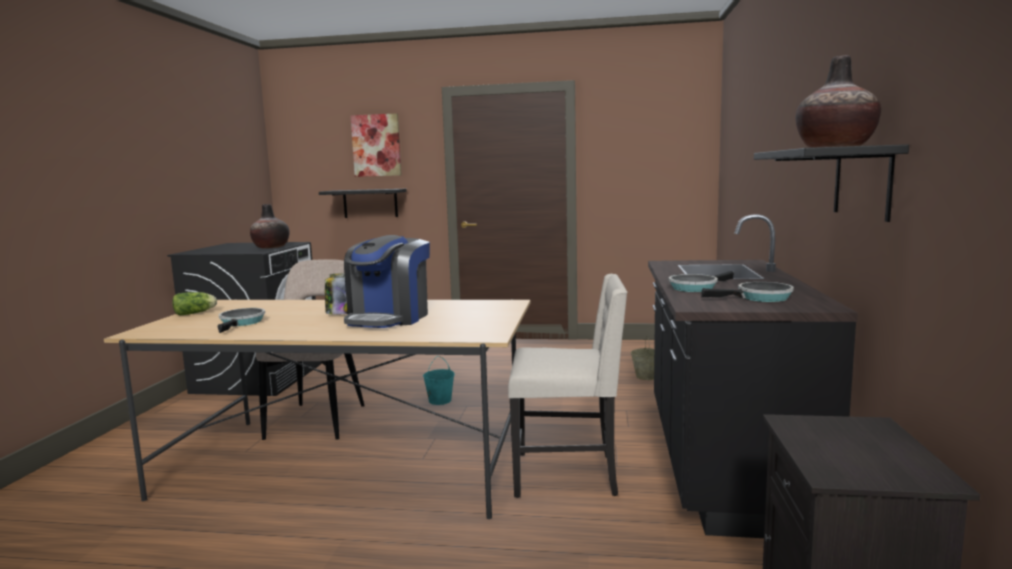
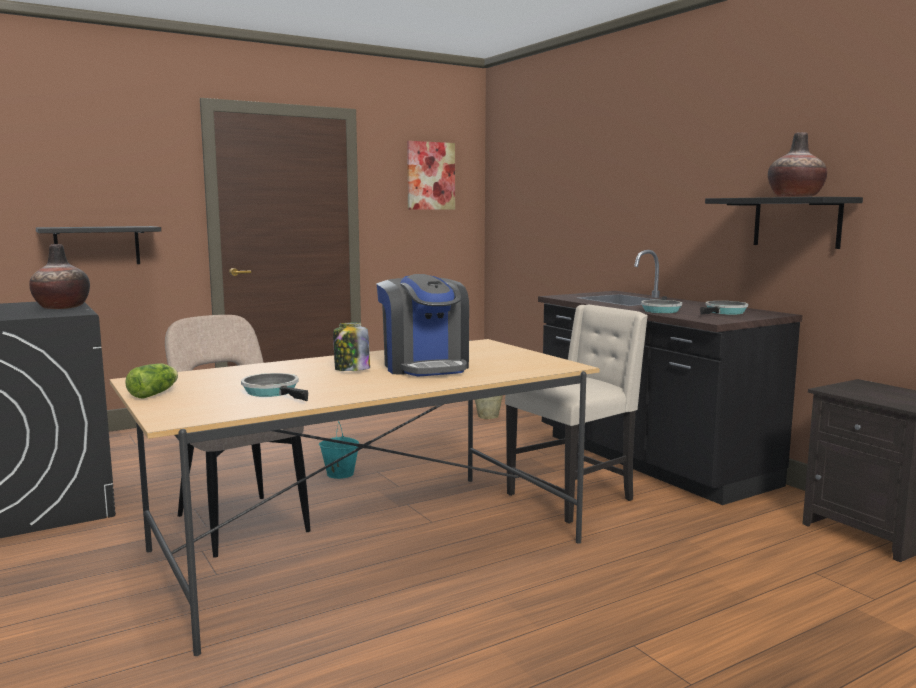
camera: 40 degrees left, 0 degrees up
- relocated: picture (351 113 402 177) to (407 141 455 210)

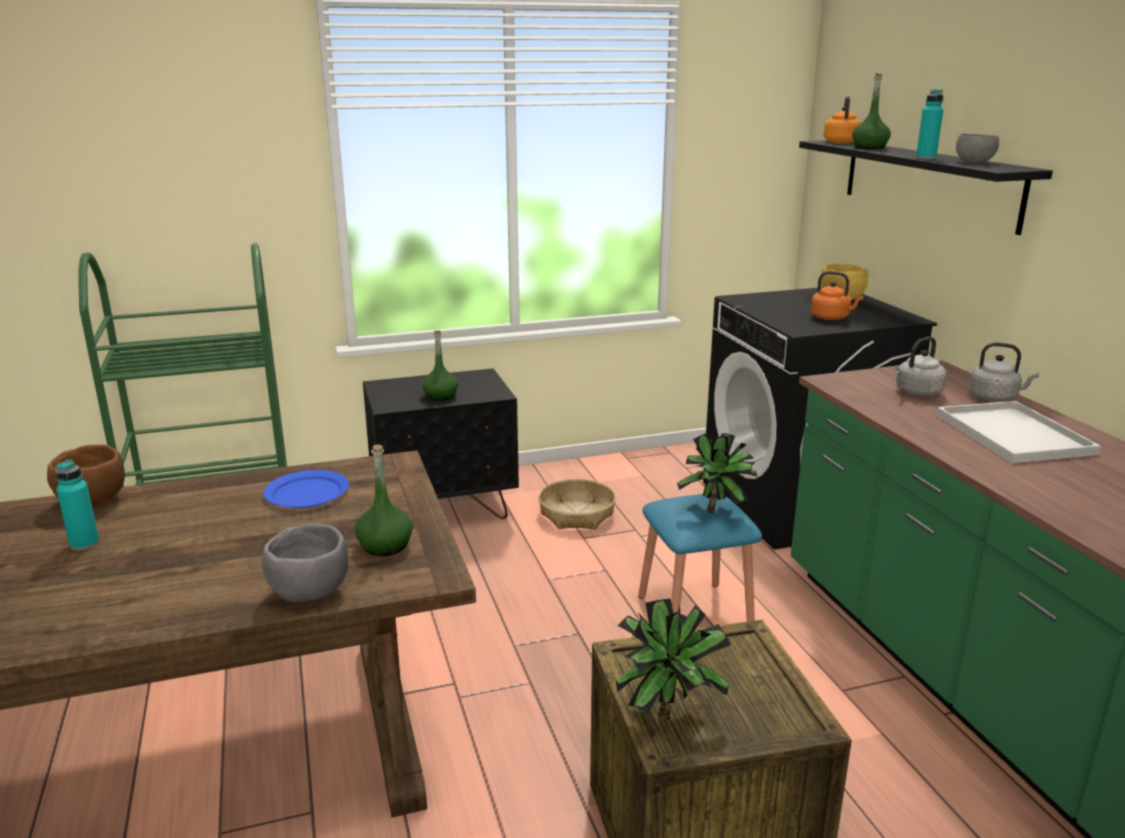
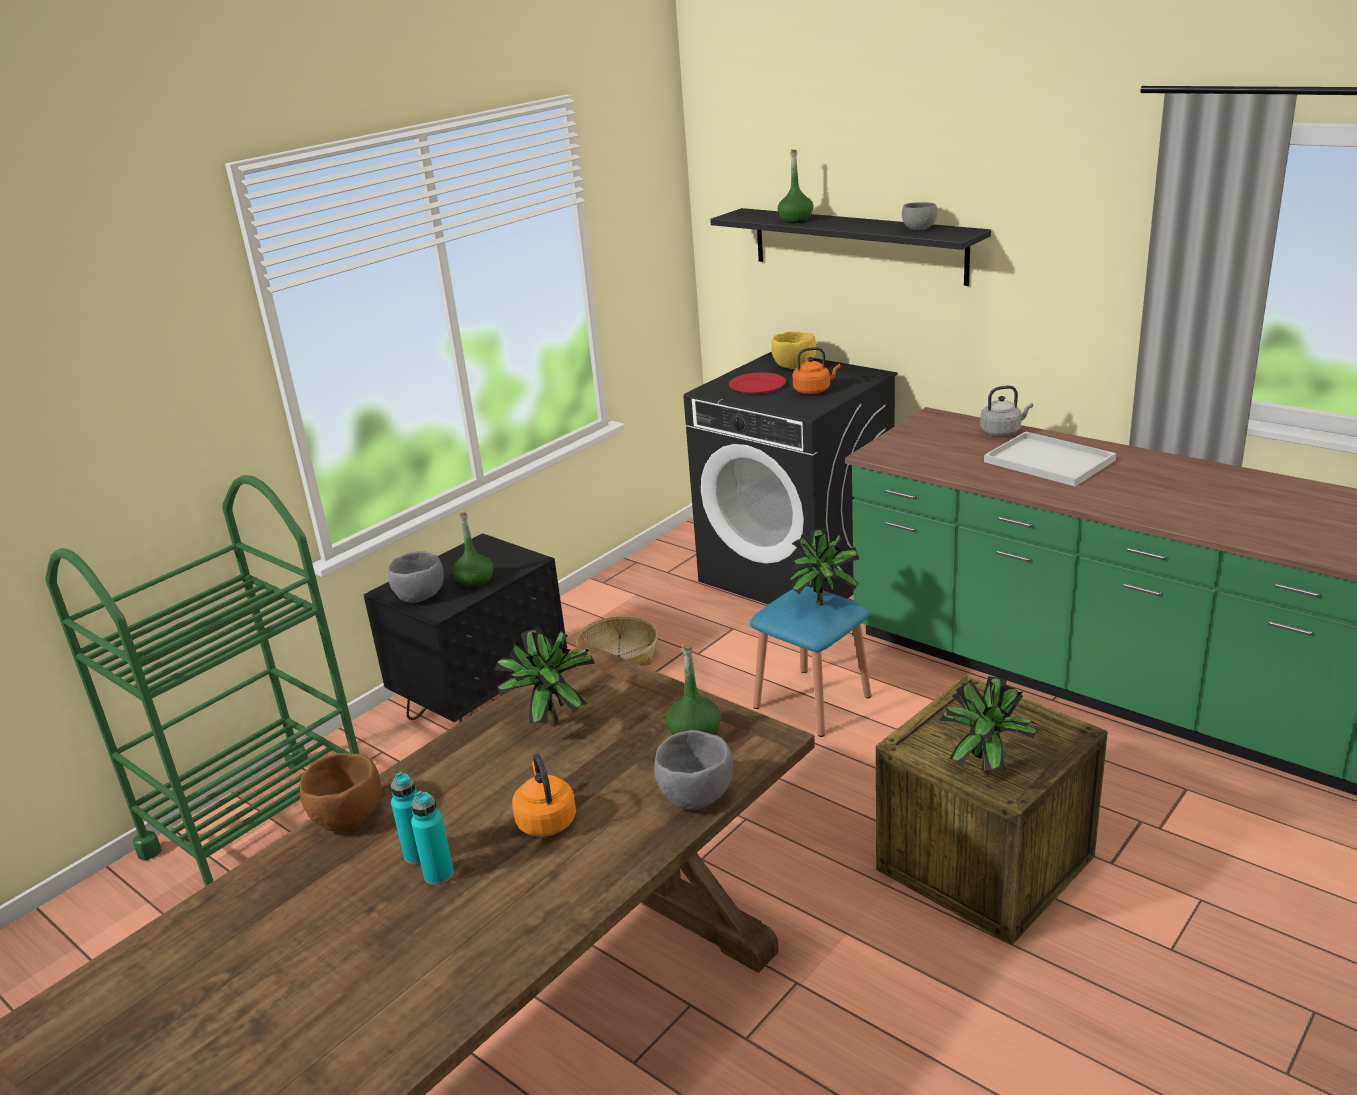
camera: 30 degrees left, 5 degrees up
- appeared: grey bowl (388 551 444 603)
- relocated: turquoise bottle (916 89 944 159) to (411 791 454 885)
- exchanged: blue plate (263 470 349 508) to potted plant (494 627 595 726)
- relocated: orange kettle (823 96 861 144) to (512 754 576 836)
- appeared: red plate (729 373 786 394)
- missing: grey kettle (895 337 947 396)

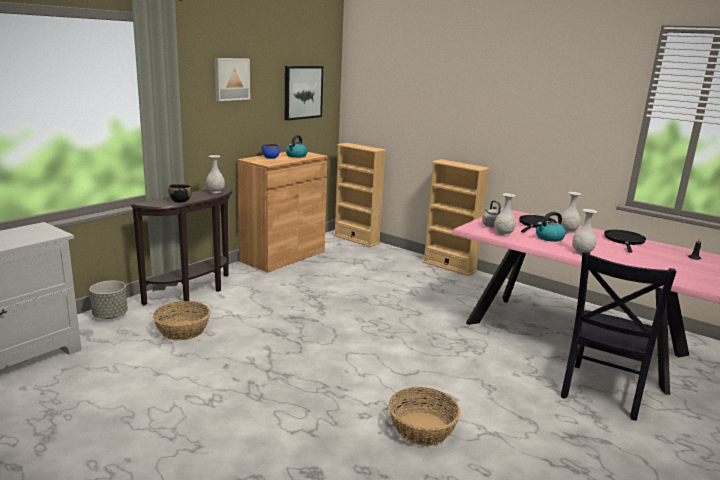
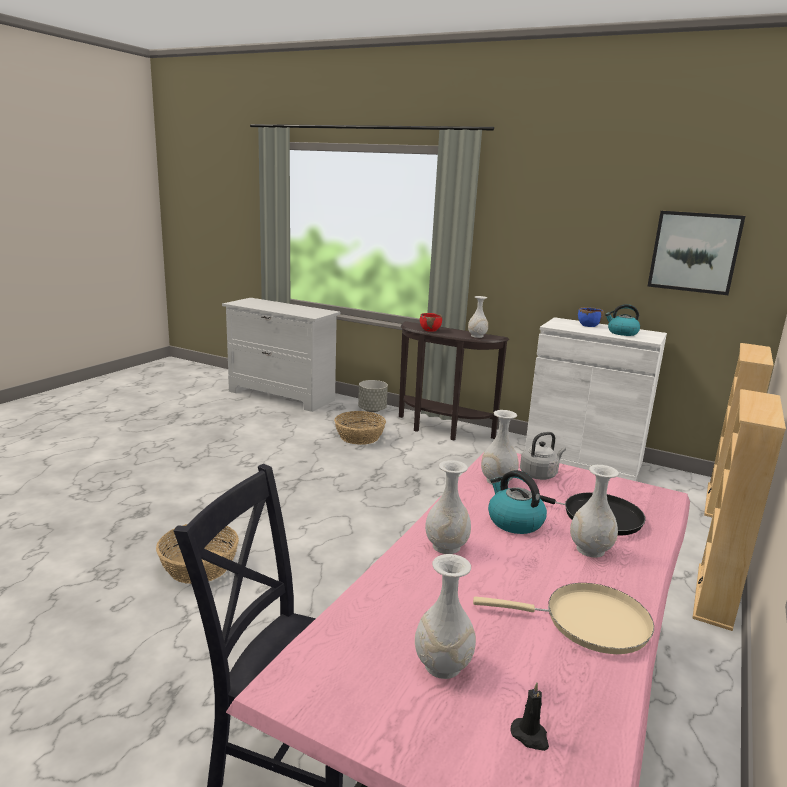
camera: 80 degrees right, 0 degrees up
- appeared: white vase (415 554 476 679)
- colour: black bowl (168 184 192 203) to red bowl (420 313 442 332)
- colour: black frying pan (604 229 646 253) to beige frying pan (473 583 654 654)
- colour: brown cabinet (237 152 328 272) to white cabinet (525 317 667 481)
- missing: picture (215 58 250 101)

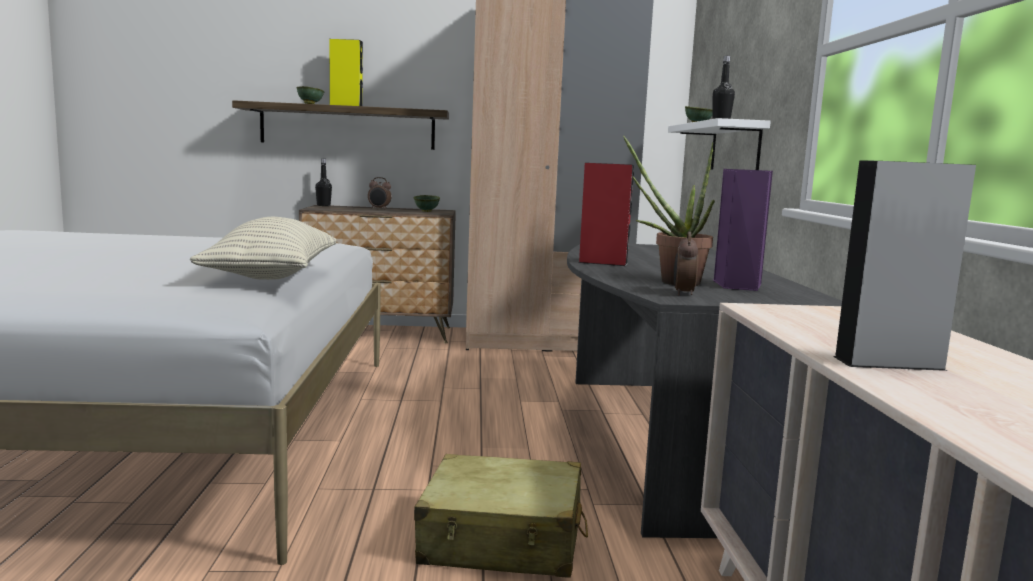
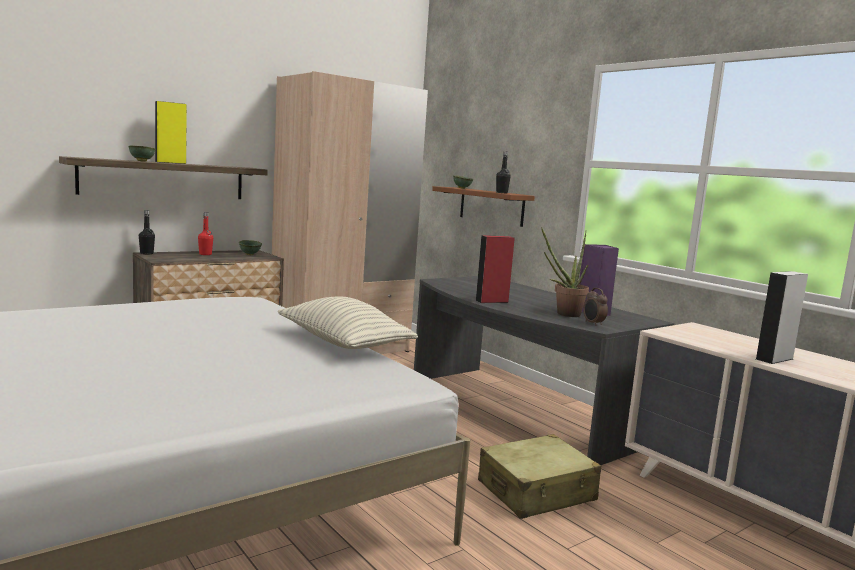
camera: 35 degrees left, 0 degrees up
- exchanged: alarm clock (368 177 392 209) to red bottle (198 212 213 255)
- colour: white shelf (668 118 771 170) to brown shelf (432 186 535 227)

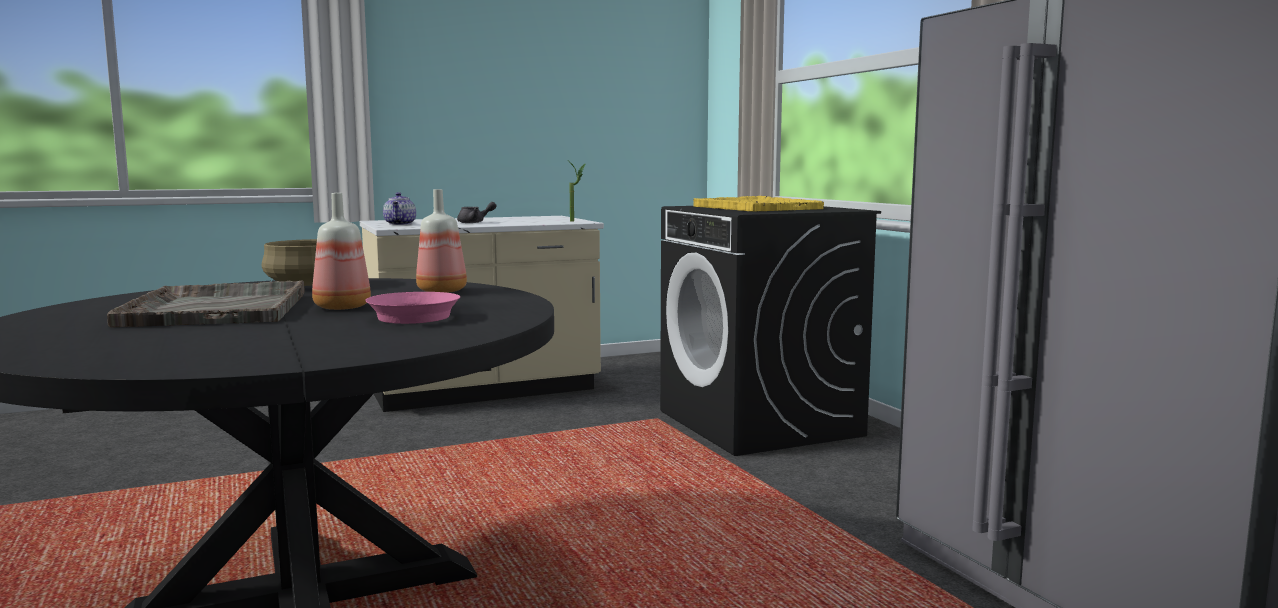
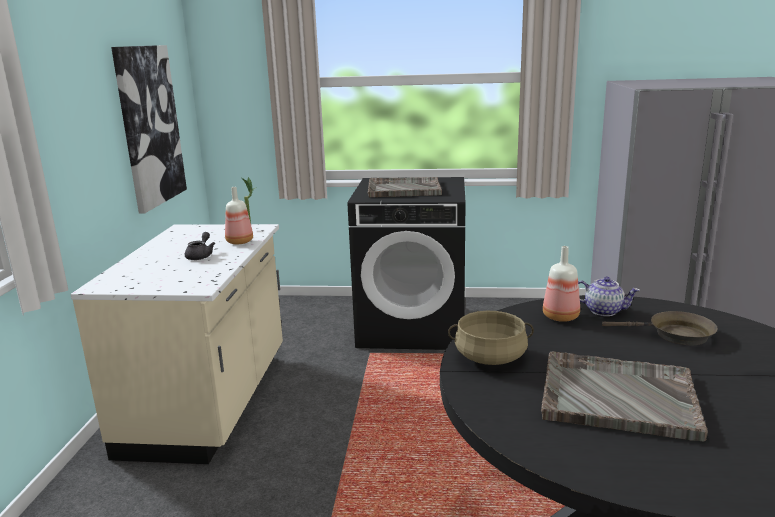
camera: 60 degrees left, 10 degrees up
- appeared: picture (111 45 187 214)
- relocated: bottle (312 193 371 310) to (225 187 253 244)
- colour: yellow tray (693 196 824 212) to grey tray (368 177 442 197)
- relocated: teapot (383 192 416 225) to (578 277 640 316)
- colour: pink frying pan (366 292 460 324) to brown frying pan (602 311 718 345)

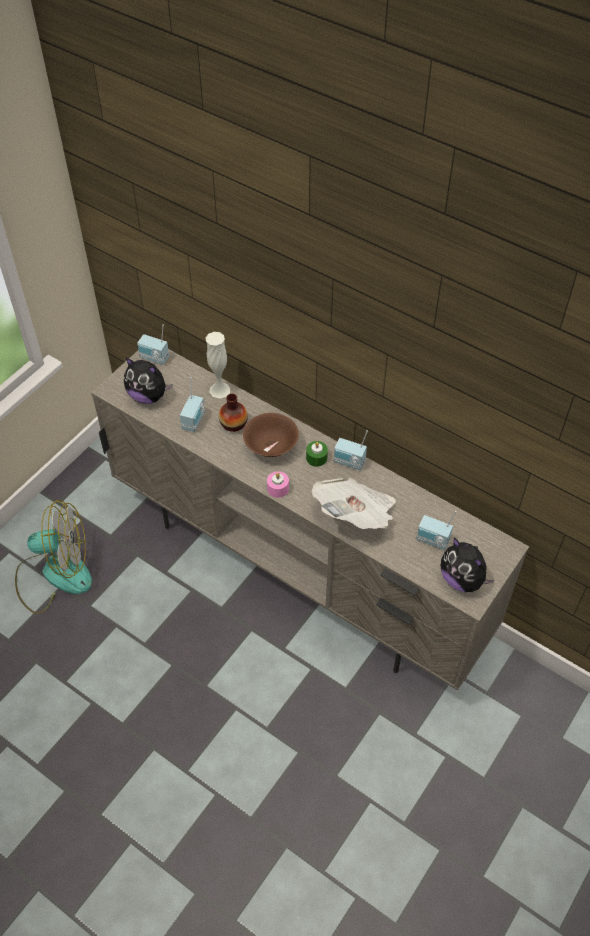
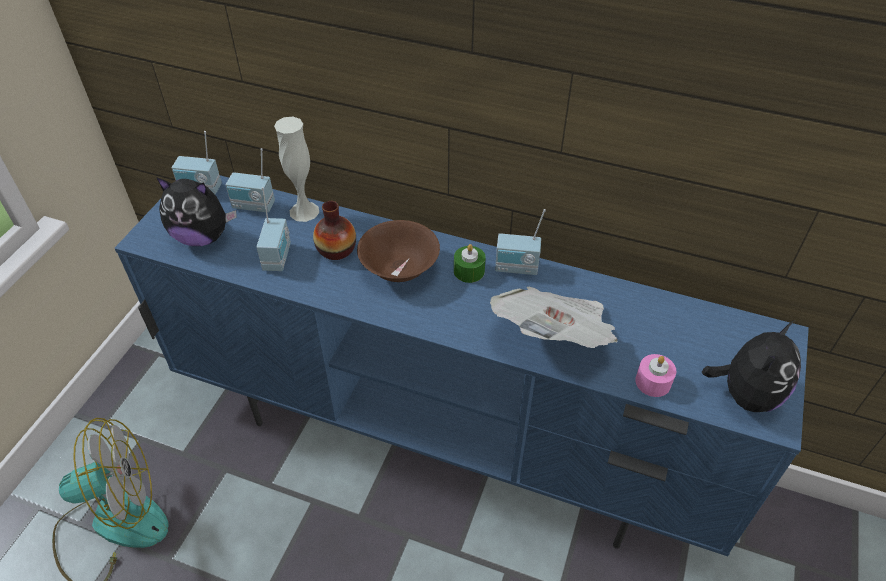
camera: 15 degrees left, 5 degrees down
- colour: beige tv stand (91 349 529 691) to blue tv stand (114 175 809 556)
- relocated: radio (416 511 457 550) to (226 148 275 213)
- relocated: pink candle (267 471 289 498) to (635 354 677 397)
- spun: plush toy (441 537 495 592) = (702 321 801 412) 90 degrees counterclockwise

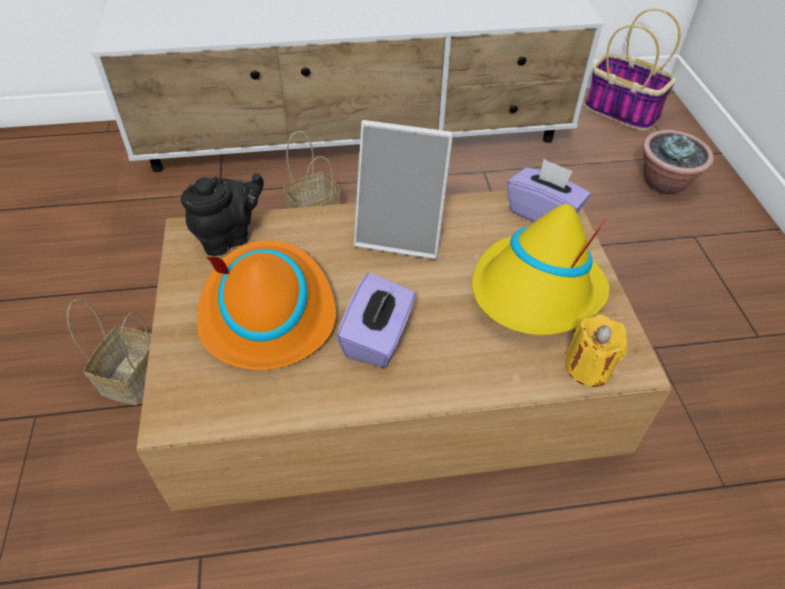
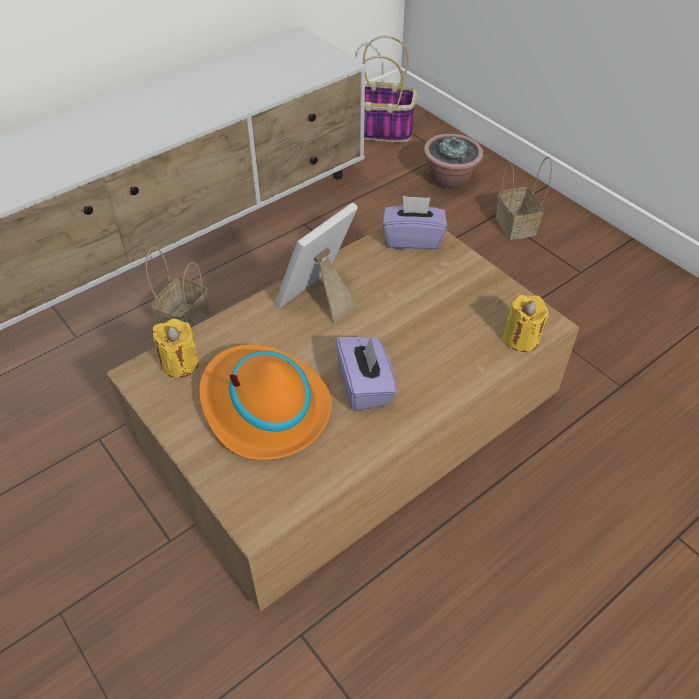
camera: 30 degrees left, 0 degrees up
- exchanged: black teapot (181 173 264 256) to yellow candle (153 319 199 378)
- spun: picture frame (354 120 453 259) = (275 203 358 323) 150 degrees clockwise
- relocated: basket (67 299 151 405) to (496 157 552 240)
- missing: yellow hat (472 204 610 335)

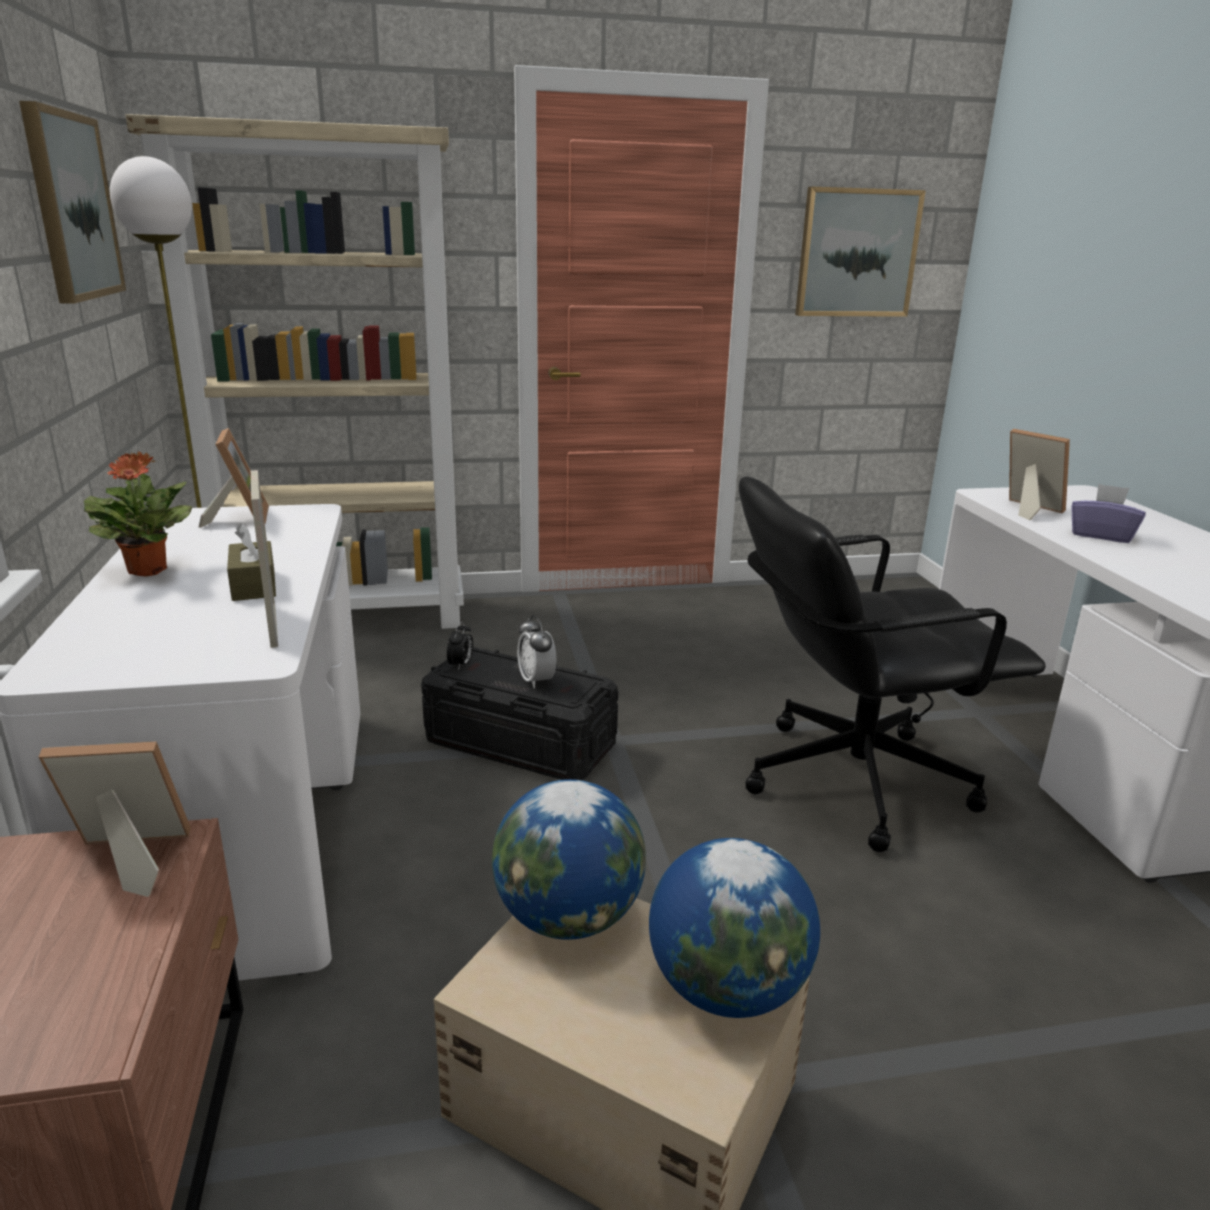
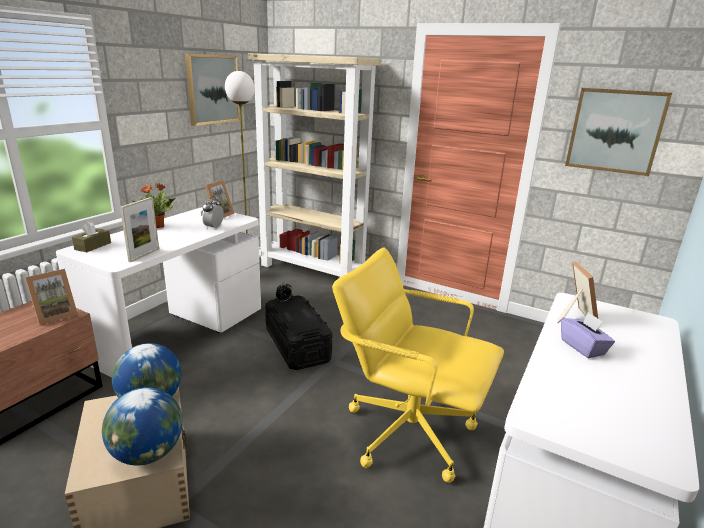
camera: 40 degrees right, 0 degrees up
- spun: picture frame (39 741 191 897) = (25 269 78 325) 105 degrees clockwise
- relocated: brown tissue box (227 523 276 601) to (72 221 111 252)
- relocated: alarm clock (517 615 557 688) to (202 196 224 229)
- colour: black office chair (739 476 1046 852) to yellow office chair (332 247 504 483)

